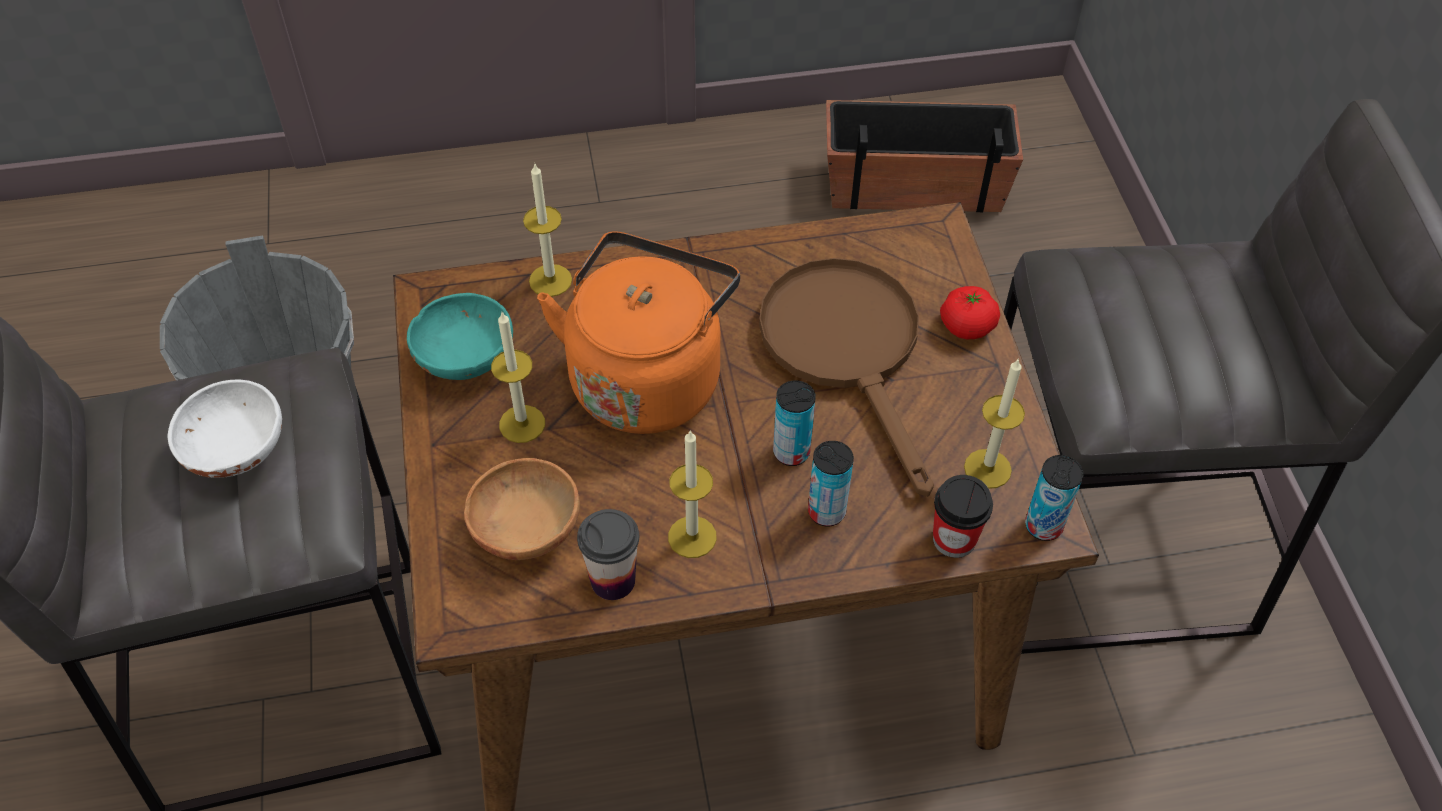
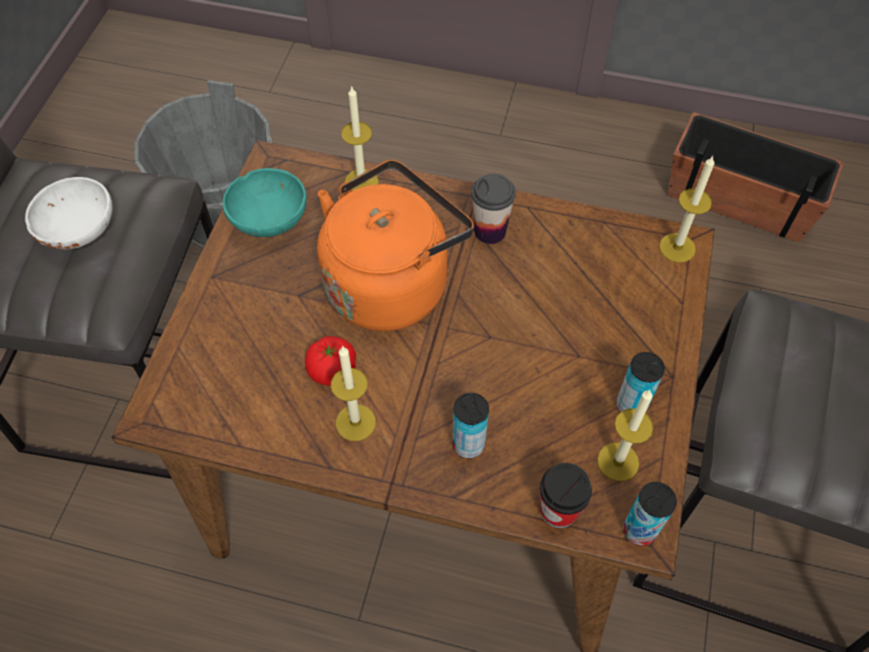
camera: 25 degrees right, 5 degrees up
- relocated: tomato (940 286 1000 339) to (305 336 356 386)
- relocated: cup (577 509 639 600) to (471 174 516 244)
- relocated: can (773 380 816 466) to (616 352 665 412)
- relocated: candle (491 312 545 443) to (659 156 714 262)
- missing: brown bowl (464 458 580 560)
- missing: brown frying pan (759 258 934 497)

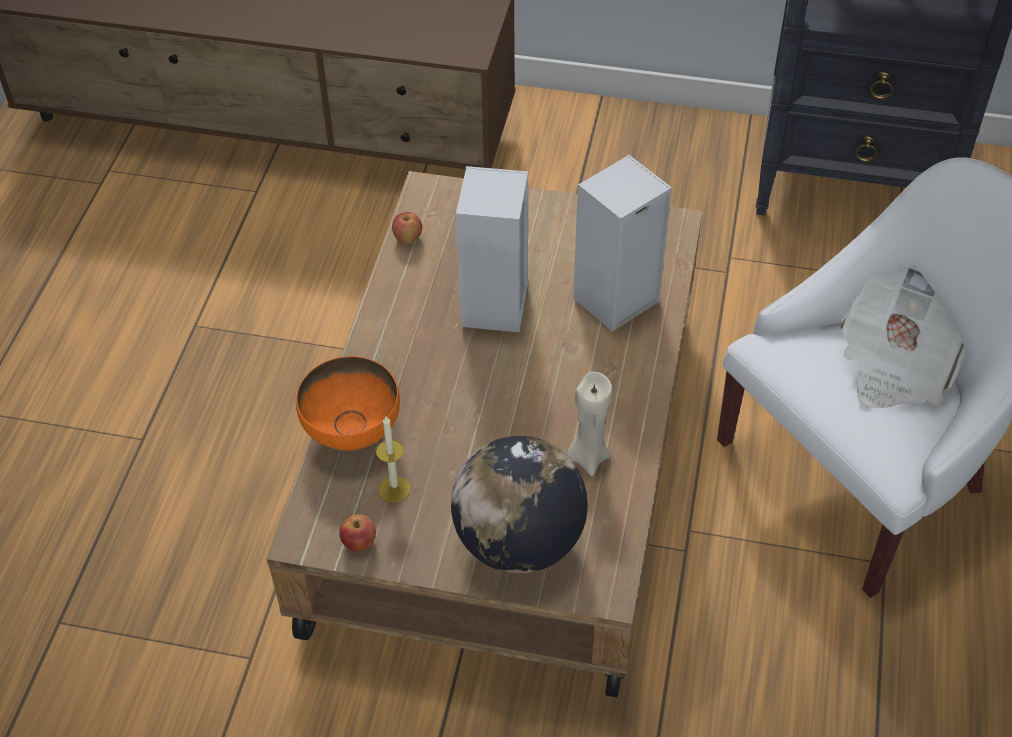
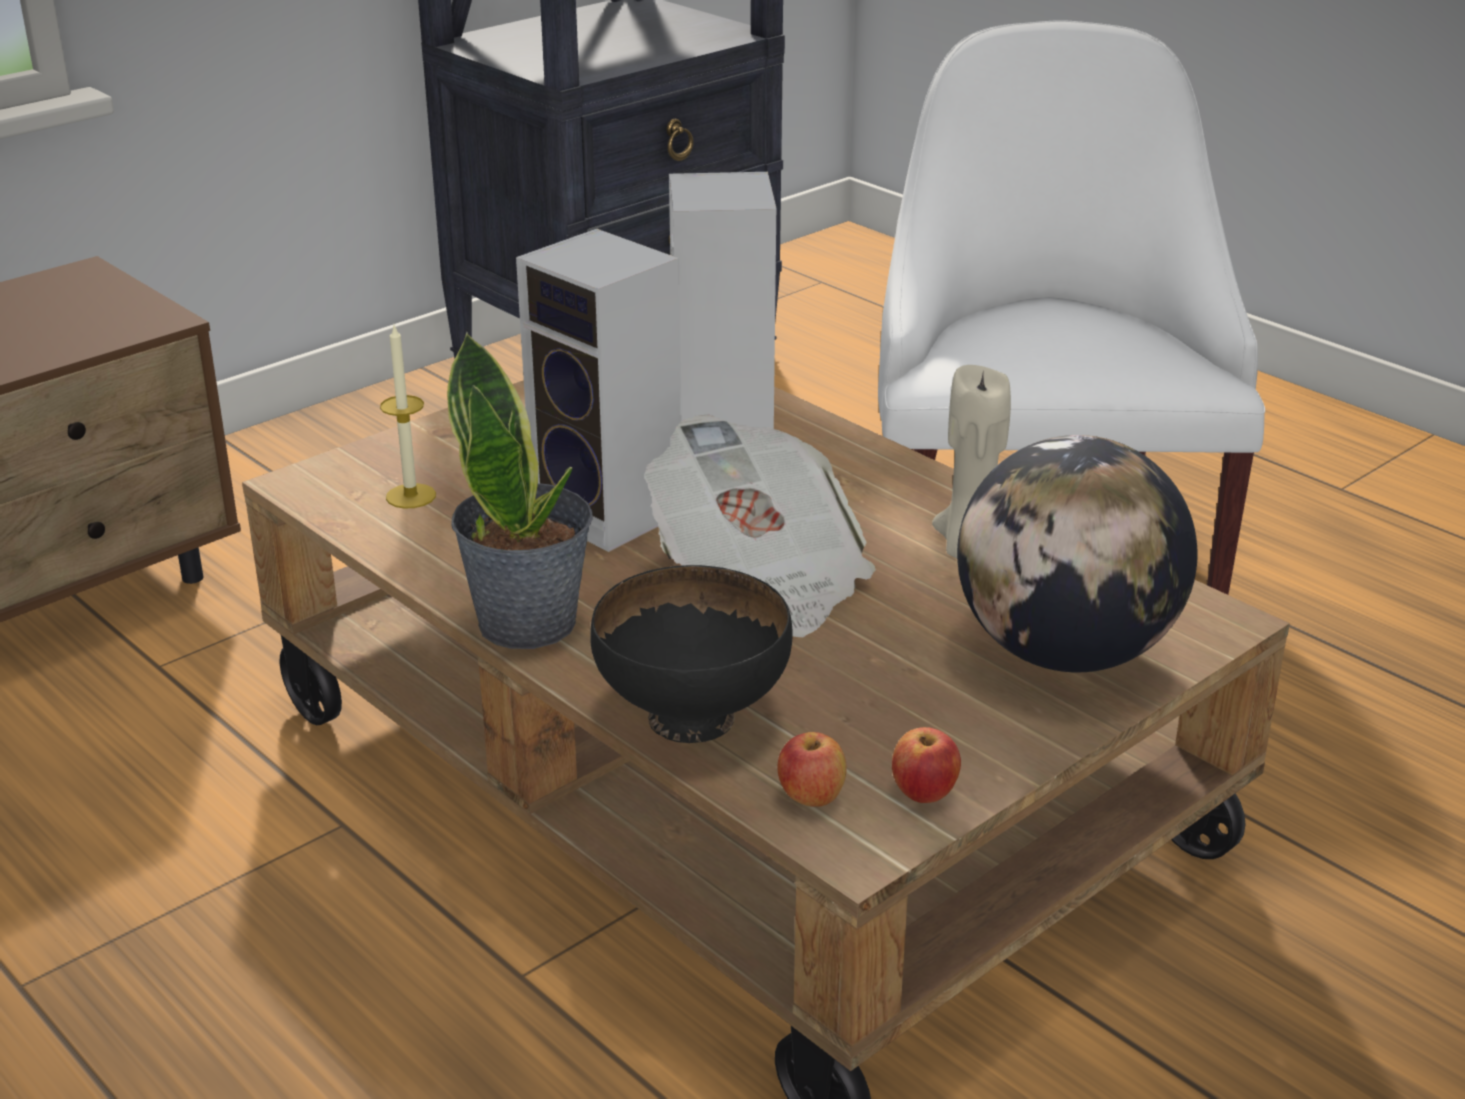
camera: 55 degrees left, 20 degrees down
- relocated: candle (376 416 411 503) to (380 326 436 509)
- appeared: potted plant (447 332 593 649)
- colour: orange bowl (296 356 400 451) to black bowl (590 565 793 743)
- relocated: newspaper (841 266 965 409) to (644 415 876 638)
- relocated: apple (392 212 422 244) to (777 732 847 807)

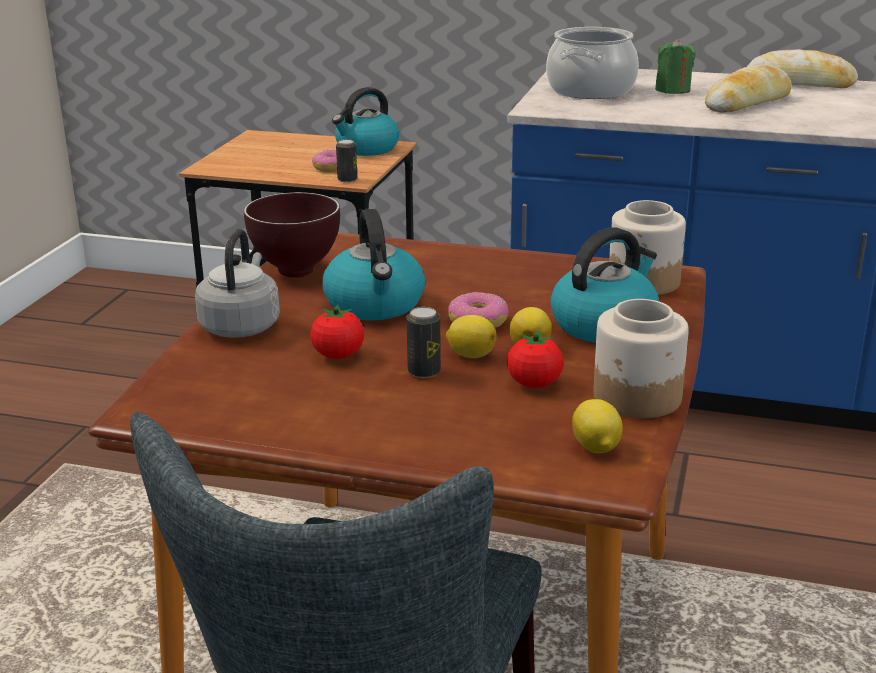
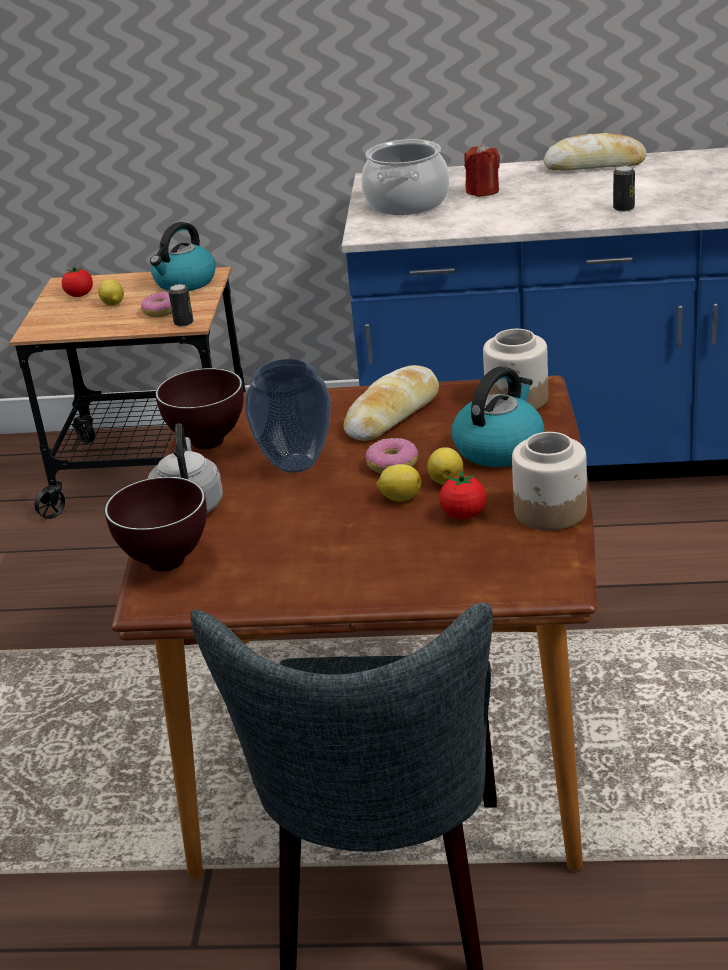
camera: 10 degrees left, 5 degrees up
- relocated: tomato (310 304 364 359) to (62 266 93 297)
- relocated: lemon (572 399 623 453) to (98 279 124 306)
- appeared: brown bowl (105 477 207 571)
- exchanged: kettle (323 209 425 320) to vase (245 359 331 473)
- relocated: bread (705 65 792 113) to (343 365 439 441)
- colour: green candle (655 38 695 94) to red candle (464 143 500 197)
- relocated: can (406 307 441 378) to (613 166 635 212)

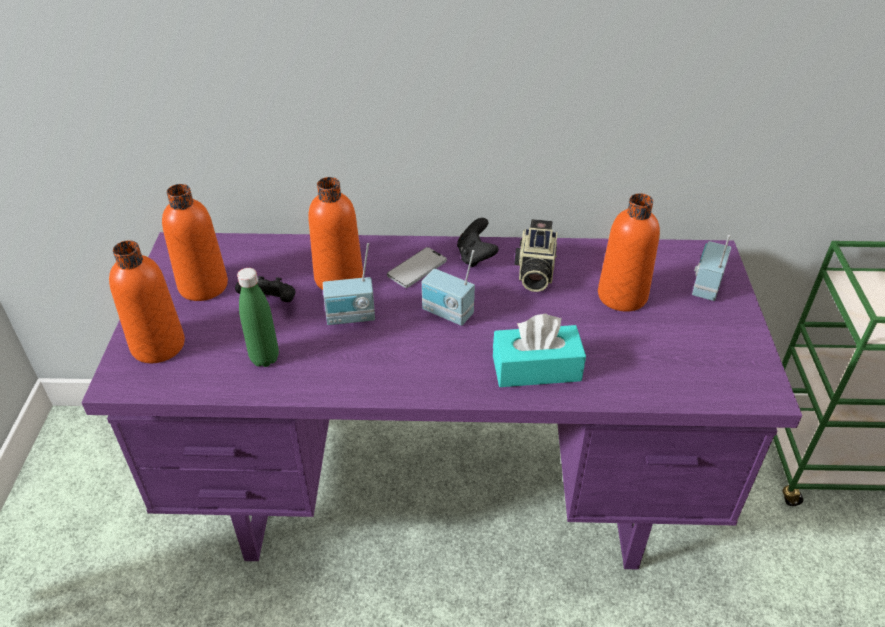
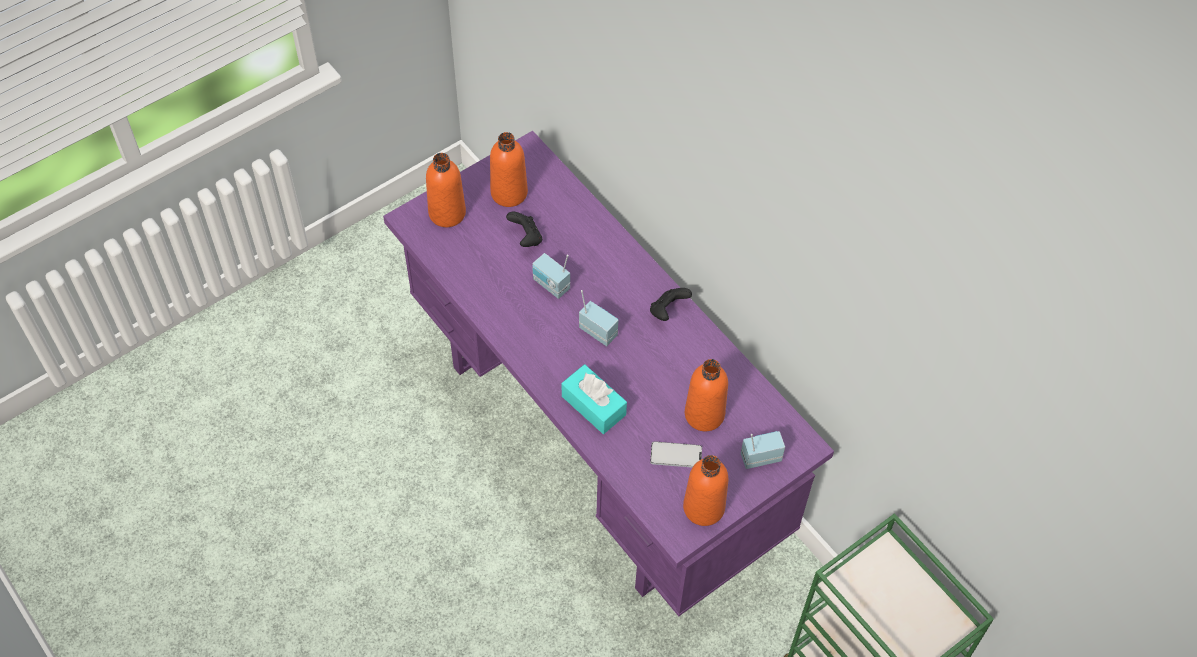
camera: 50 degrees right, 15 degrees up
- spun: radio (422 250 475 326) = (579 290 618 346) 135 degrees clockwise
- relocated: phone (387 247 447 288) to (650 441 702 468)
- relocated: orange bottle (308 177 363 290) to (683 455 728 526)
- missing: green bottle (237 268 279 367)
- missing: photo camera (514 219 558 292)

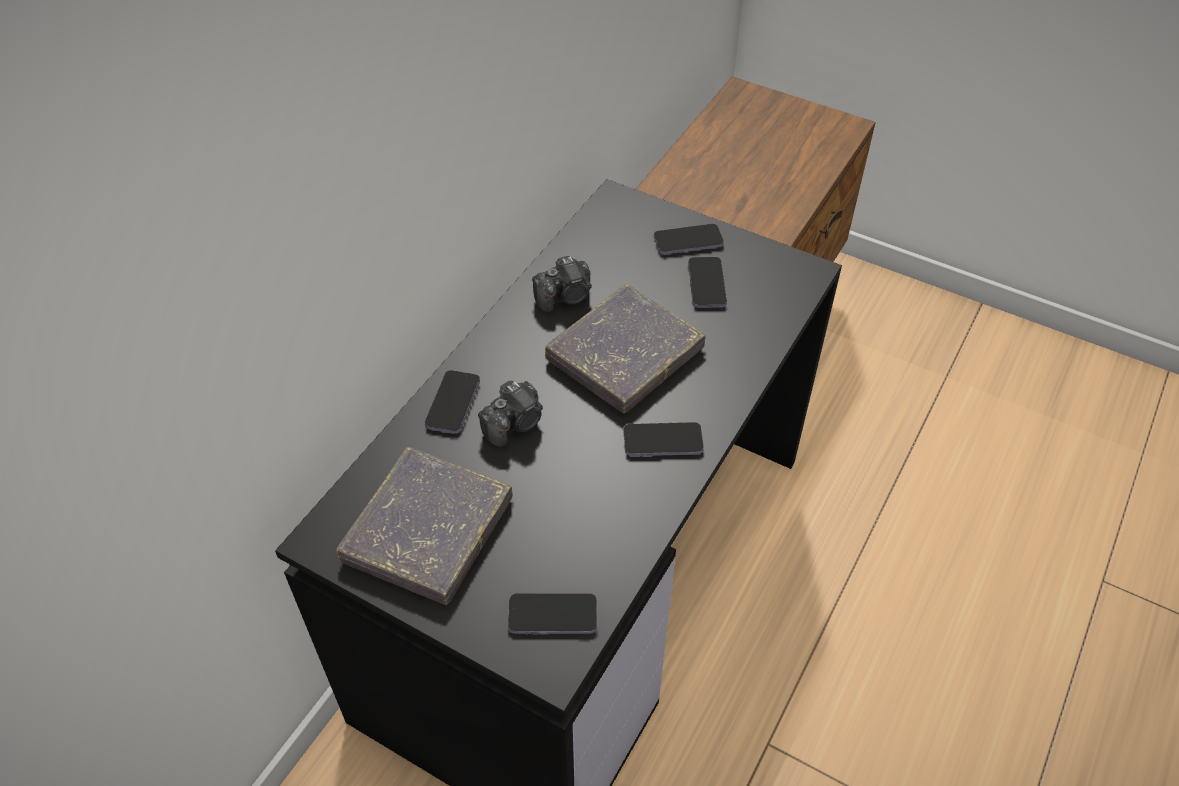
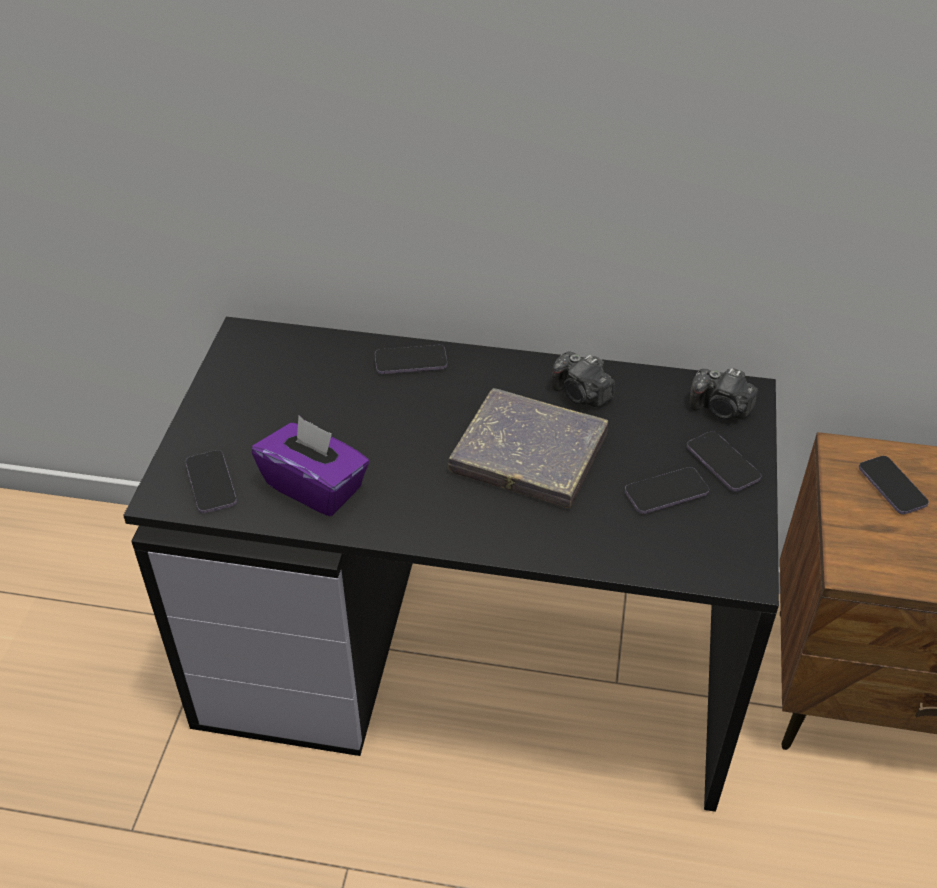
camera: 70 degrees right, 5 degrees down
- appeared: purple tissue box (252 416 369 516)
- relocated: photo camera (478 380 543 447) to (689 368 758 419)
- relocated: phone (624 422 704 456) to (859 456 929 514)
- missing: grey book (336 447 513 605)

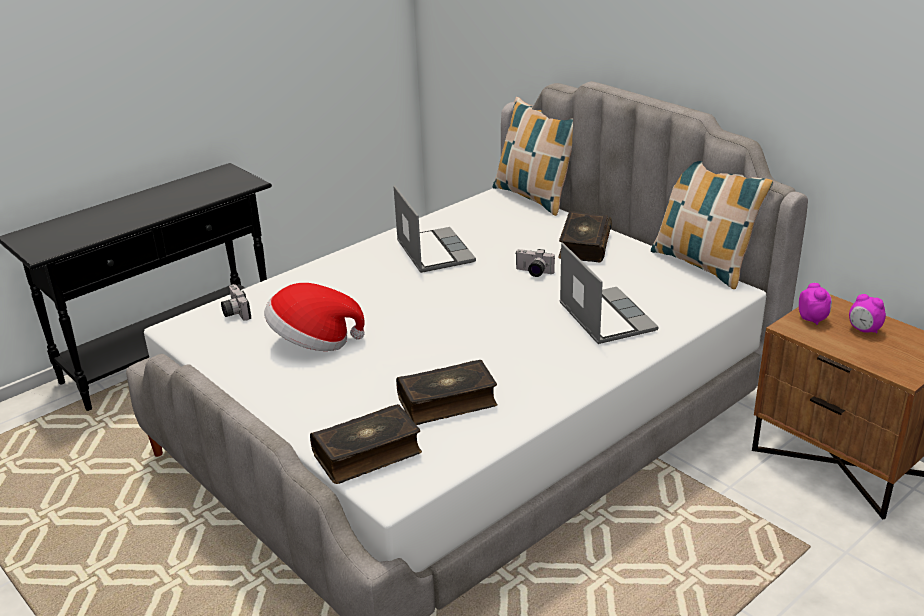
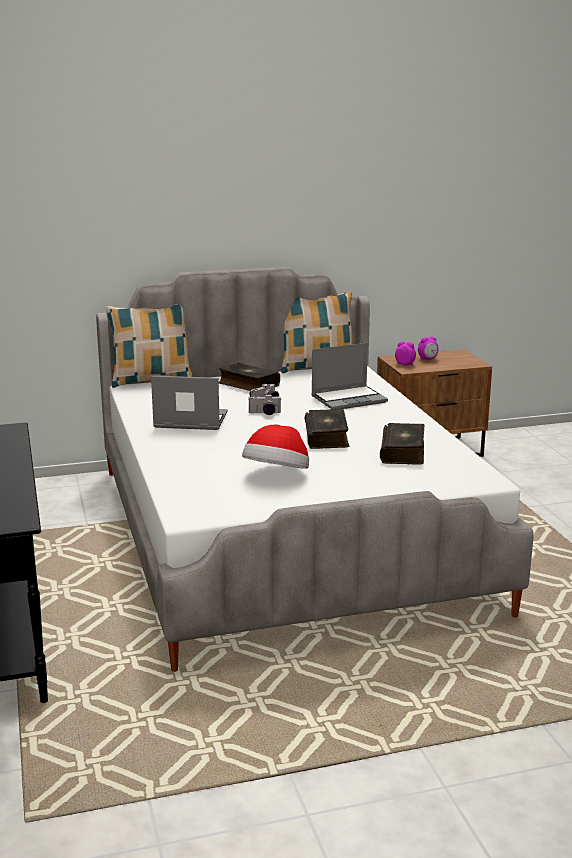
camera: 65 degrees left, 10 degrees down
- relocated: photo camera (221 284 251 321) to (249 394 281 415)
- relocated: book (310 404 422 484) to (305 409 349 449)
- spun: laptop (560 243 658 344) = (311 343 388 409) 150 degrees clockwise

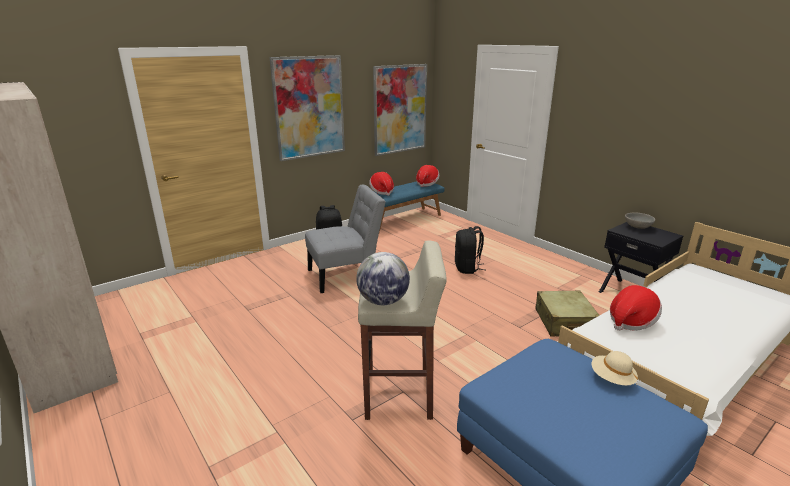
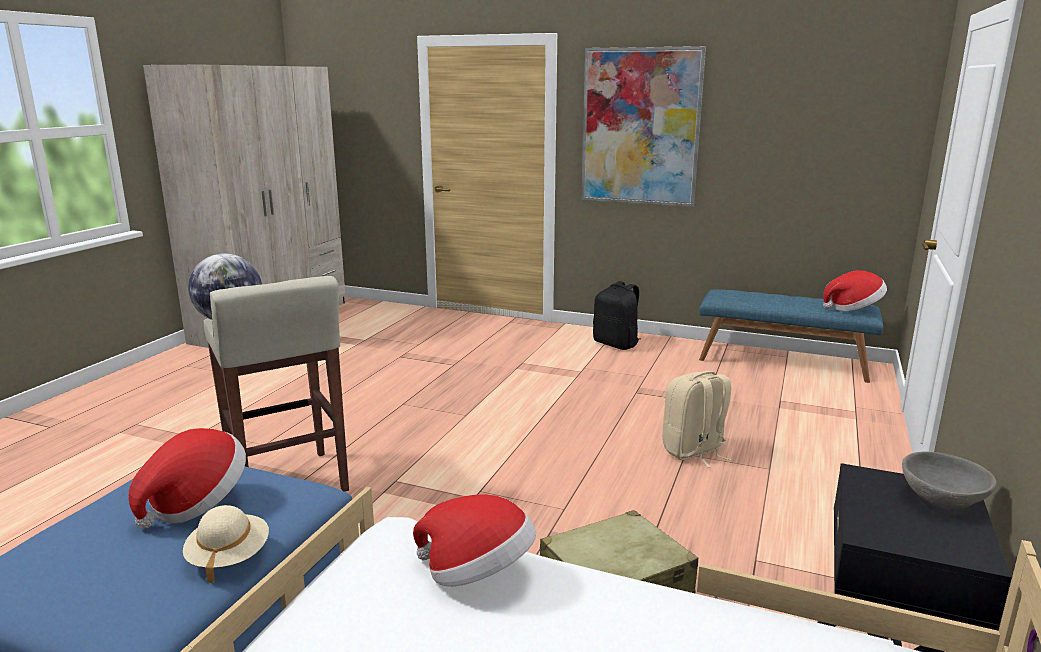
camera: 60 degrees right, 5 degrees down
- relocated: hat (369 172 394 195) to (129 428 246 528)
- colour: black backpack (455 226 484 274) to beige backpack (662 371 732 468)
- missing: grey chair (305 185 386 293)
- missing: picture (373 64 427 156)

